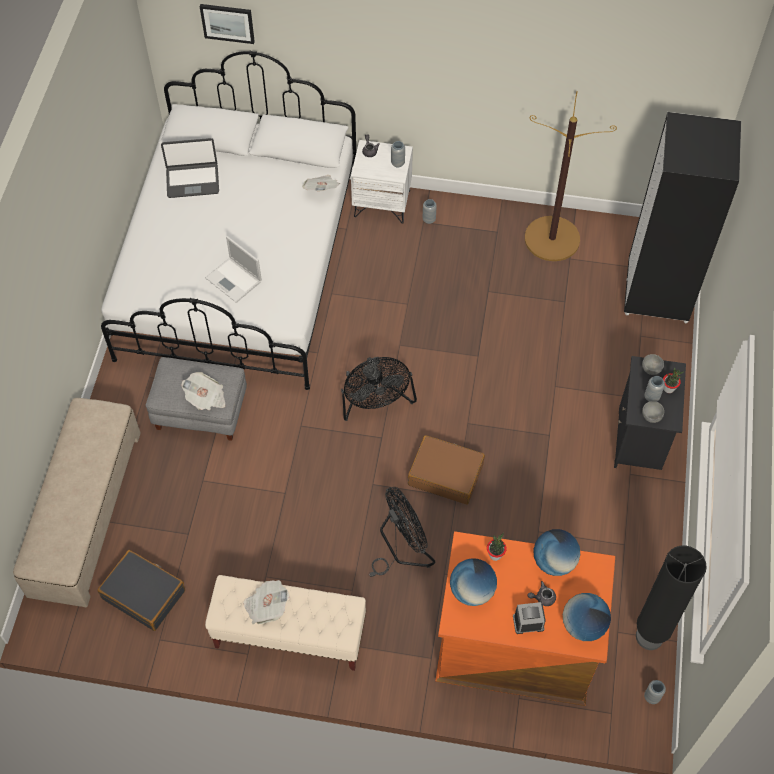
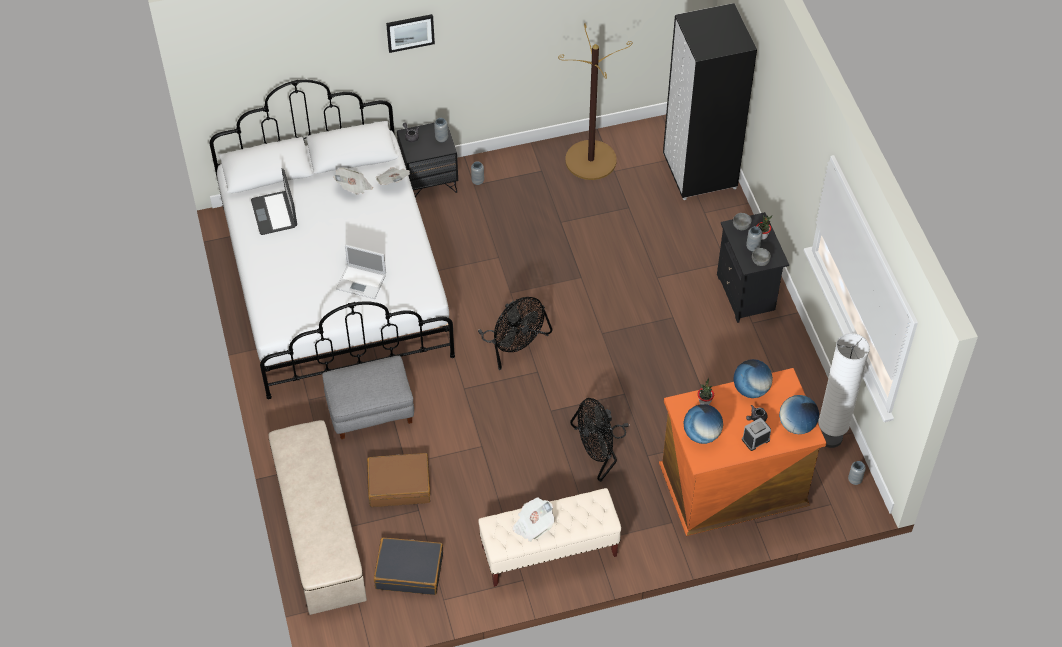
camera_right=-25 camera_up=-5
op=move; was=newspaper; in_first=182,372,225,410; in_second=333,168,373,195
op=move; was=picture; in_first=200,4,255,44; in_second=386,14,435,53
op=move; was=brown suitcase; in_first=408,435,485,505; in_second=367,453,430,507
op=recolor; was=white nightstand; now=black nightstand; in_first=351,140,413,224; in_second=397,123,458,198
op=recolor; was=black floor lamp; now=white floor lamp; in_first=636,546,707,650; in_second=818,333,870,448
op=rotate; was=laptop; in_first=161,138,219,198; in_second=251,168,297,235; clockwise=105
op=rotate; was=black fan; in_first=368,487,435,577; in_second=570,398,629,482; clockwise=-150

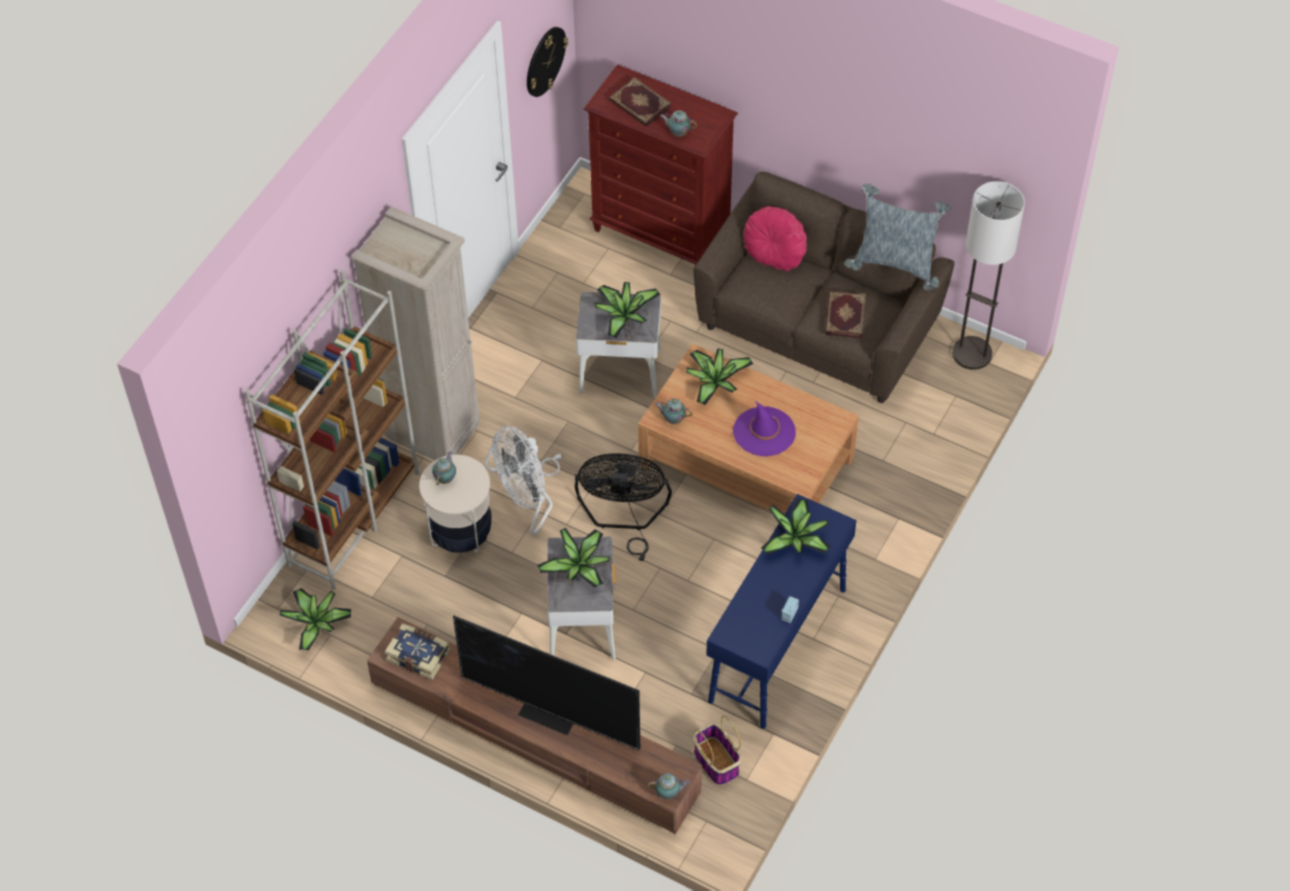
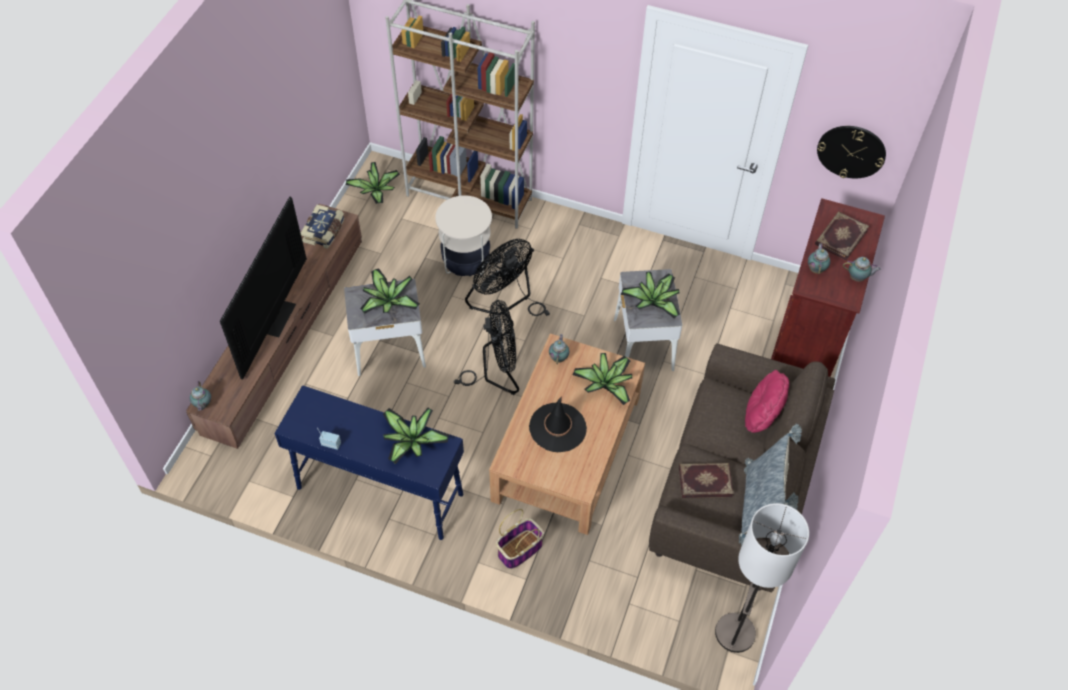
camera_right=80 camera_up=0
op=delete; was=beige cabinet; in_first=351,207,480,460
op=move; was=teapot; in_first=432,451,456,485; in_second=843,257,881,282
op=move; was=basket; in_first=693,716,741,785; in_second=496,509,544,569
op=recolor; was=white fan; now=black fan; in_first=484,426,563,536; in_second=465,239,550,316
op=recolor; was=purple hat; now=black hat; in_first=733,401,796,456; in_second=529,397,587,452

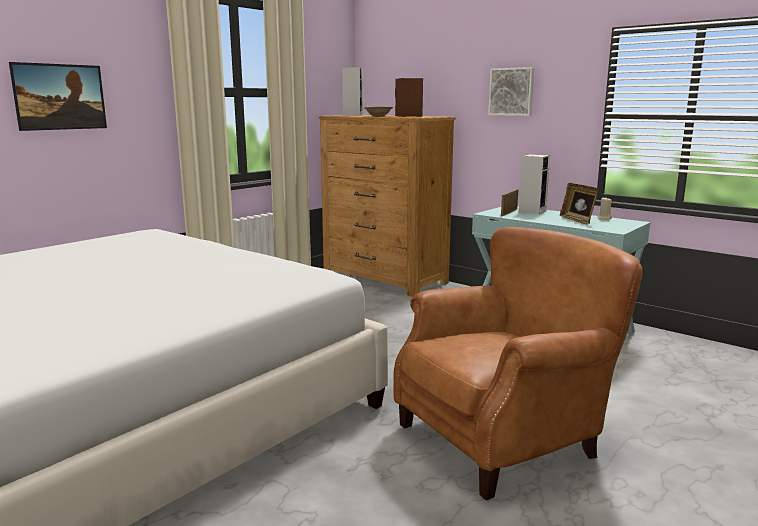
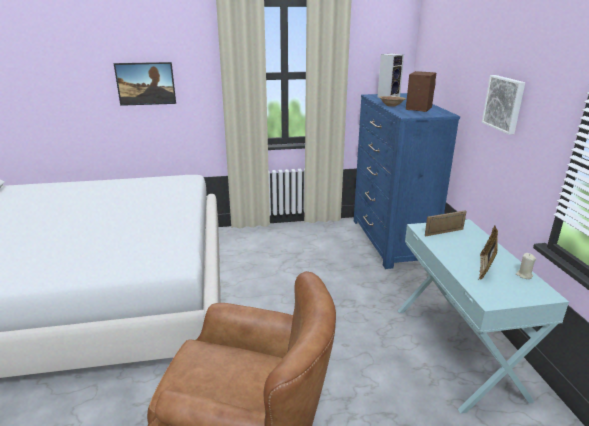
camera_right=40 camera_up=10
op=delete; was=speaker; in_first=519,154,550,214
op=recolor; was=brown dresser; now=blue dresser; in_first=319,115,456,297; in_second=354,93,460,269

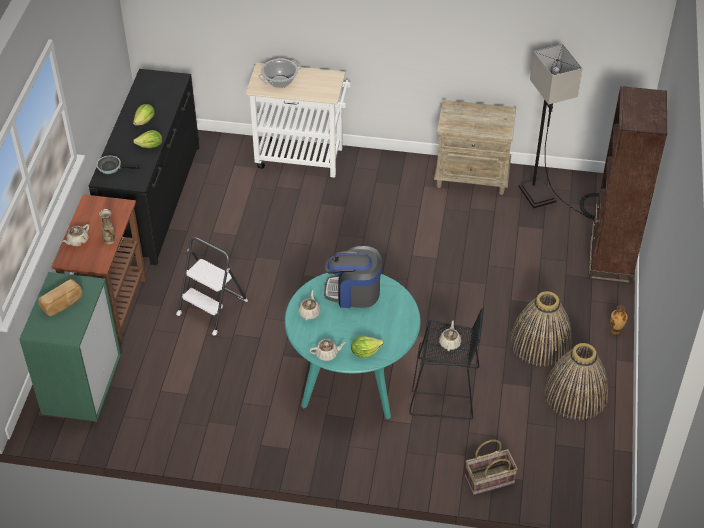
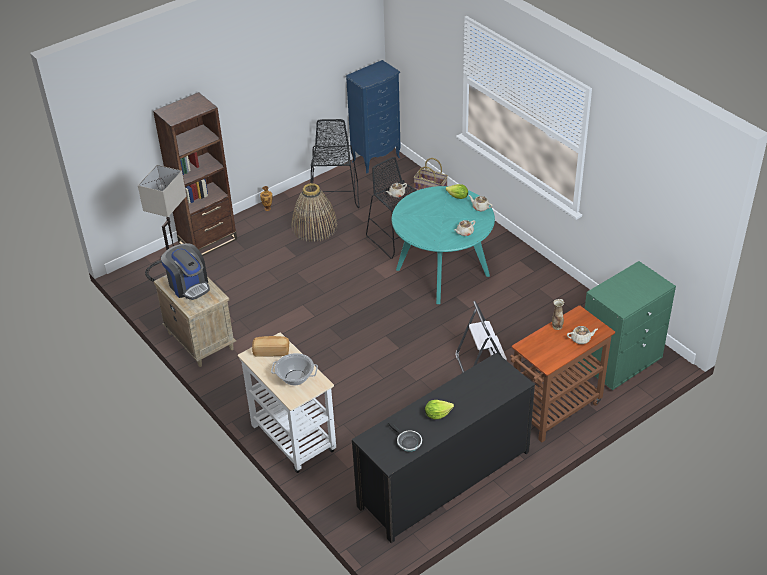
camera_right=-135 camera_up=-5
op=delete; was=lettuce; in_first=133,130,162,148
op=insert; now=blue dresser; in_second=345,60,400,174
op=move; was=bread; in_first=38,279,83,316; in_second=252,336,289,357
op=move; was=frying pan; in_first=96,155,140,174; in_second=388,422,422,452
op=move; was=coffee machine; in_first=324,246,382,308; in_second=161,243,210,300
op=replace; was=basket; now=black stool; in_first=544,343,608,420; in_second=309,119,359,208

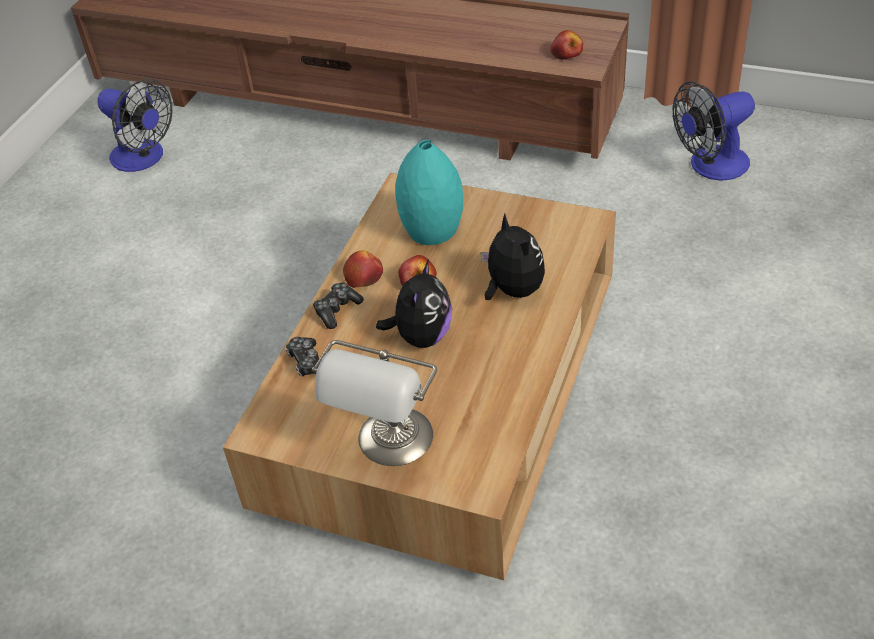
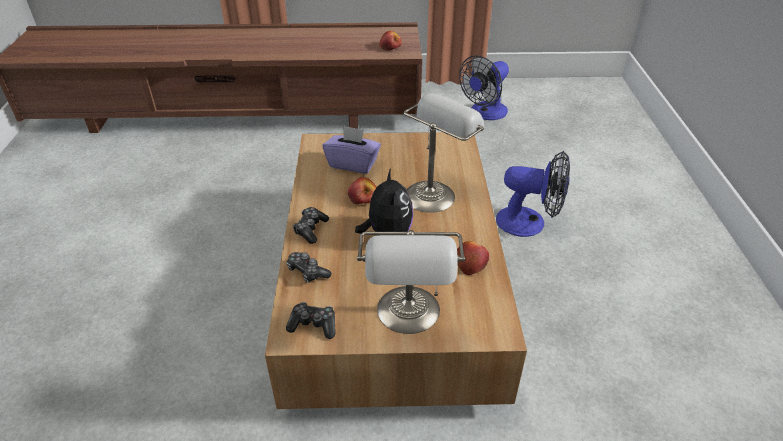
camera_right=-25 camera_up=-5
op=insert; now=game controller; in_second=286,302,336,339
op=move; was=fan; in_first=97,79,173,172; in_second=496,151,570,237
op=move; was=apple; in_first=343,251,383,288; in_second=457,241,489,275
op=replace; was=turquoise vase; now=purple tissue box; in_first=395,140,463,245; in_second=322,125,381,174
op=replace; was=plush toy; now=white table lamp; in_first=481,214,545,300; in_second=404,93,484,213

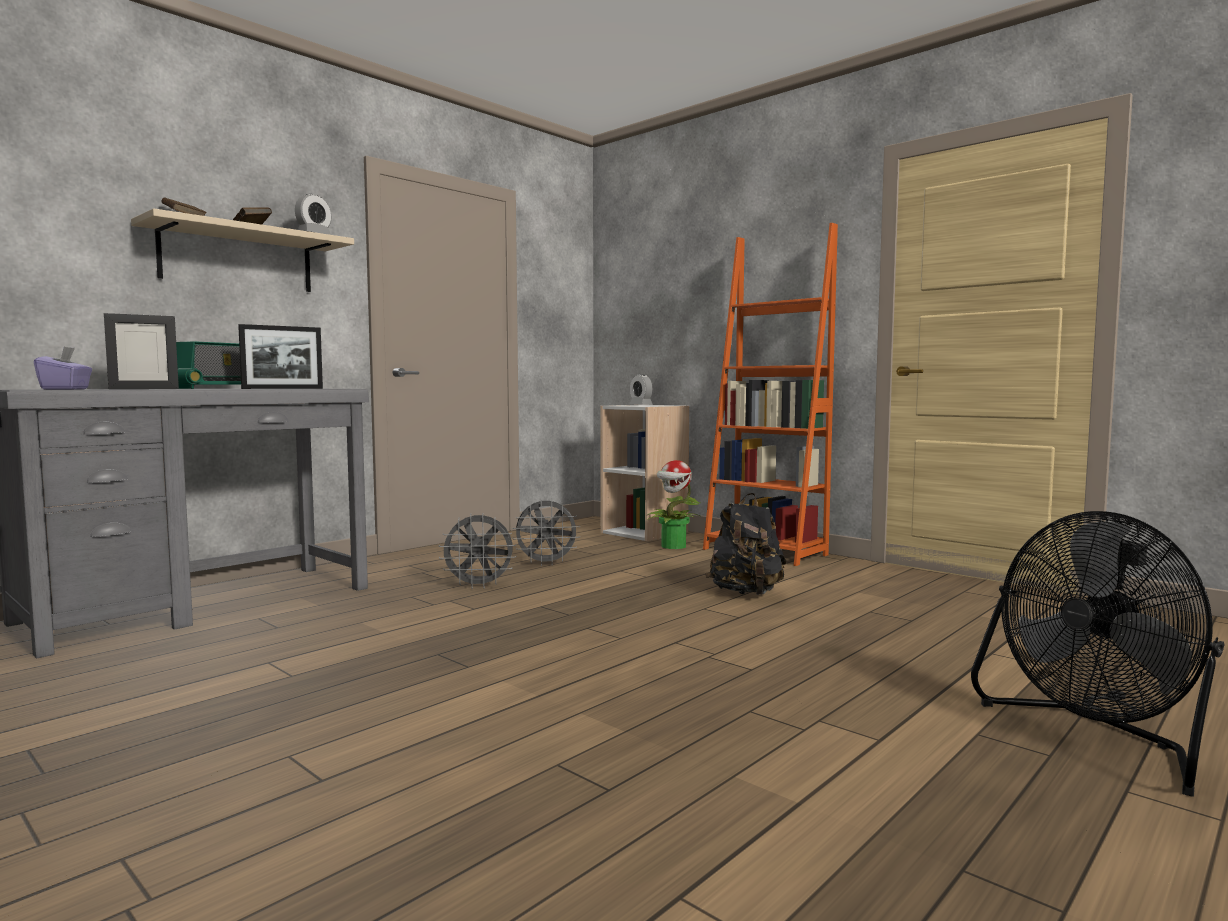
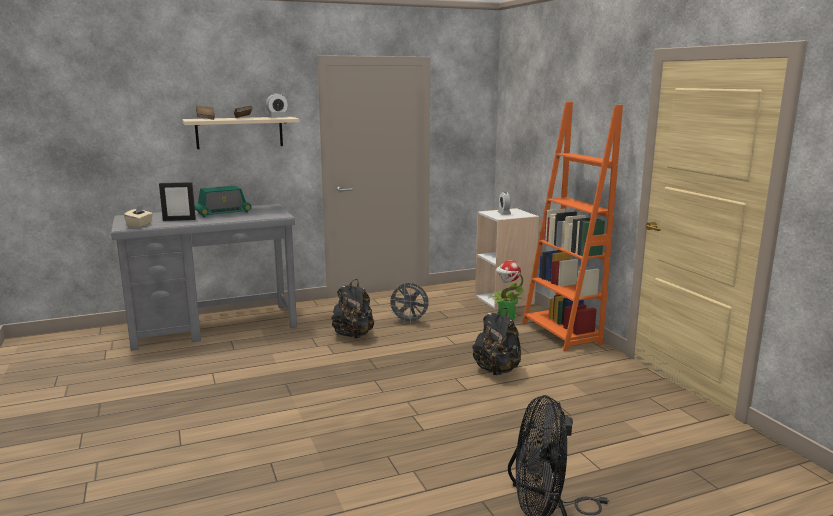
camera_right=25 camera_up=10
op=delete; was=picture frame; in_first=238,324,323,389
op=replace; was=grey fan; now=black backpack; in_first=439,513,516,589; in_second=331,279,374,339
op=recolor; was=purple tissue box; now=beige tissue box; in_first=34,346,92,390; in_second=124,205,153,228

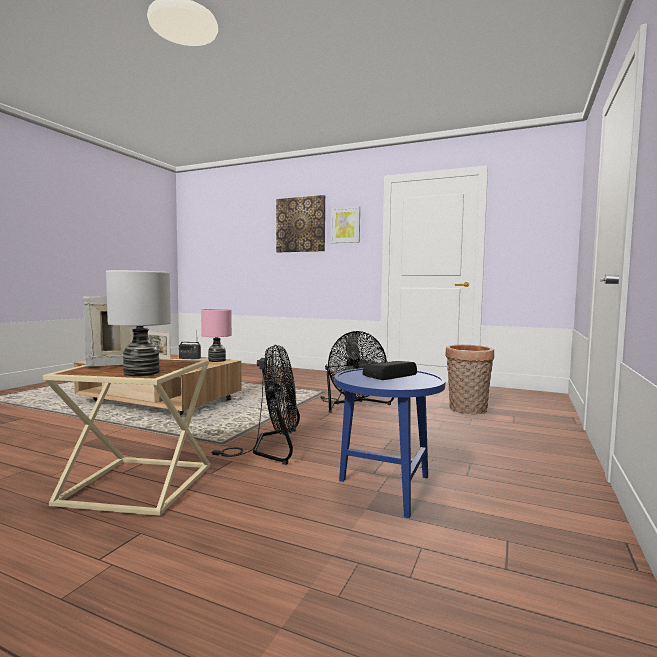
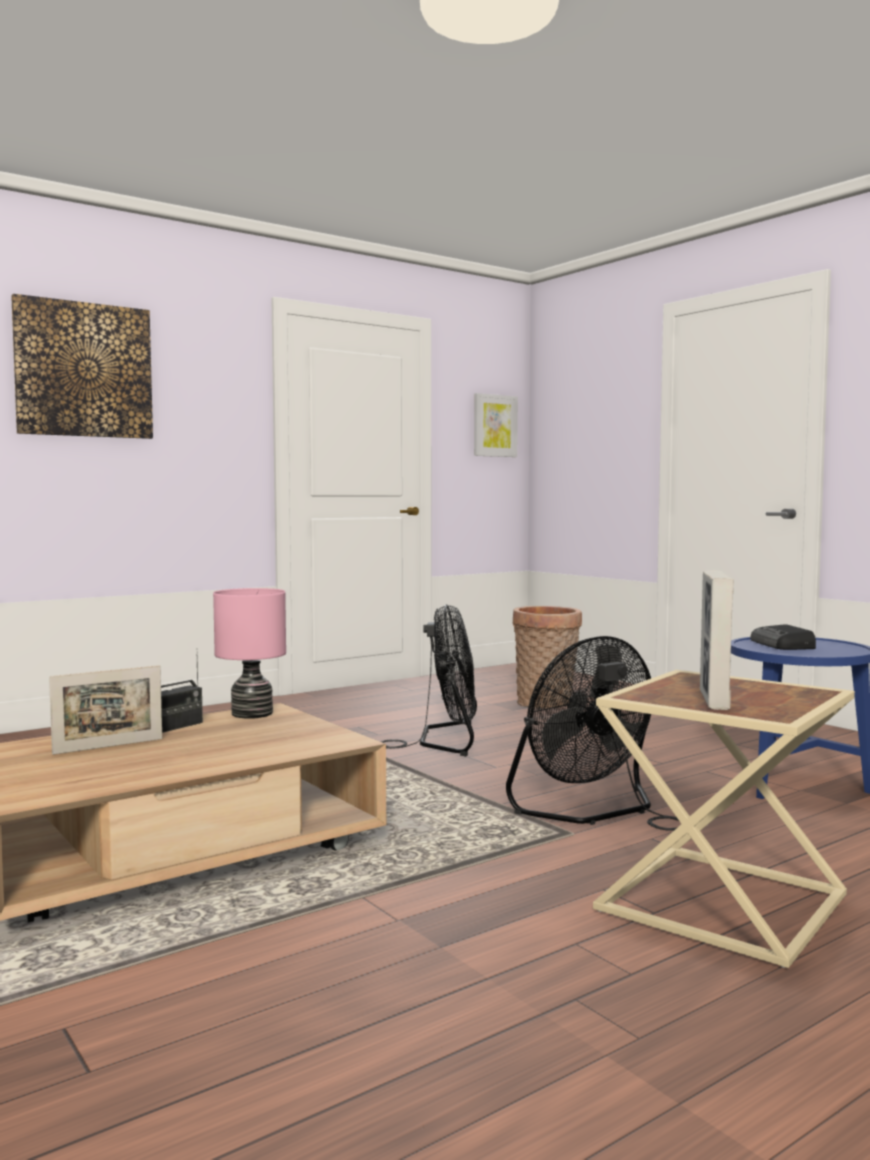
camera_right=-60 camera_up=0
op=delete; was=grey table lamp; in_first=106,270,171,376
op=move; was=picture; in_first=331,206,360,243; in_second=474,393,518,457
op=rotate; was=black fan; in_first=212,344,300,465; in_second=506,636,679,831; clockwise=-60

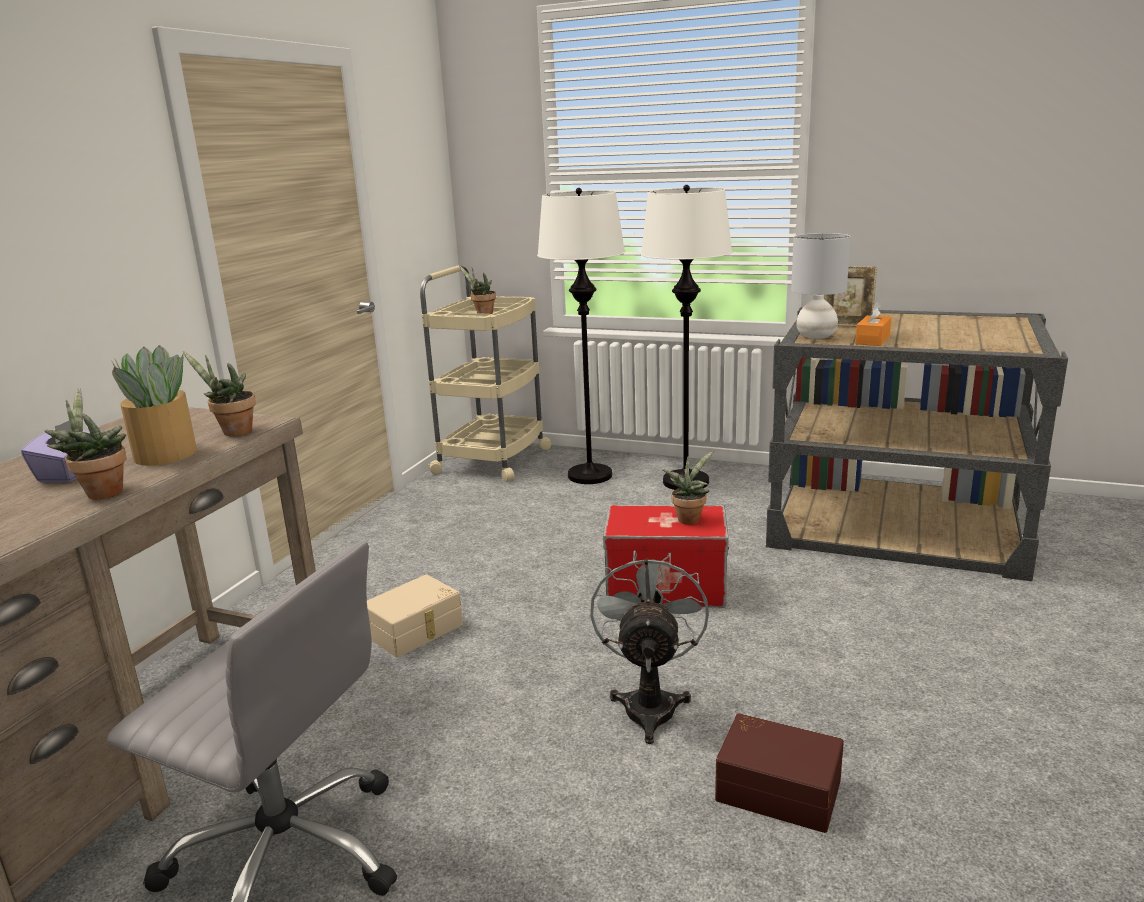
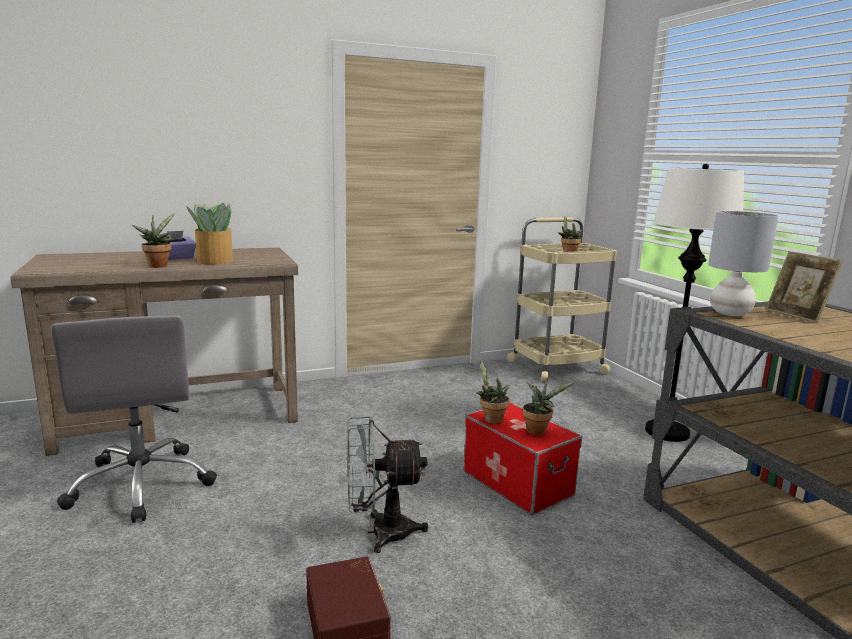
camera_right=45 camera_up=-5
op=delete; was=beige storage box; in_first=367,574,463,658
op=delete; was=white floor lamp; in_first=537,188,625,484
op=delete; was=orange tissue box; in_first=855,301,891,346
op=move; was=potted plant; in_first=183,351,256,436; in_second=476,360,510,424
op=rotate; was=grey fan; in_first=590,550,709,744; in_second=347,417,428,553; clockwise=-150

